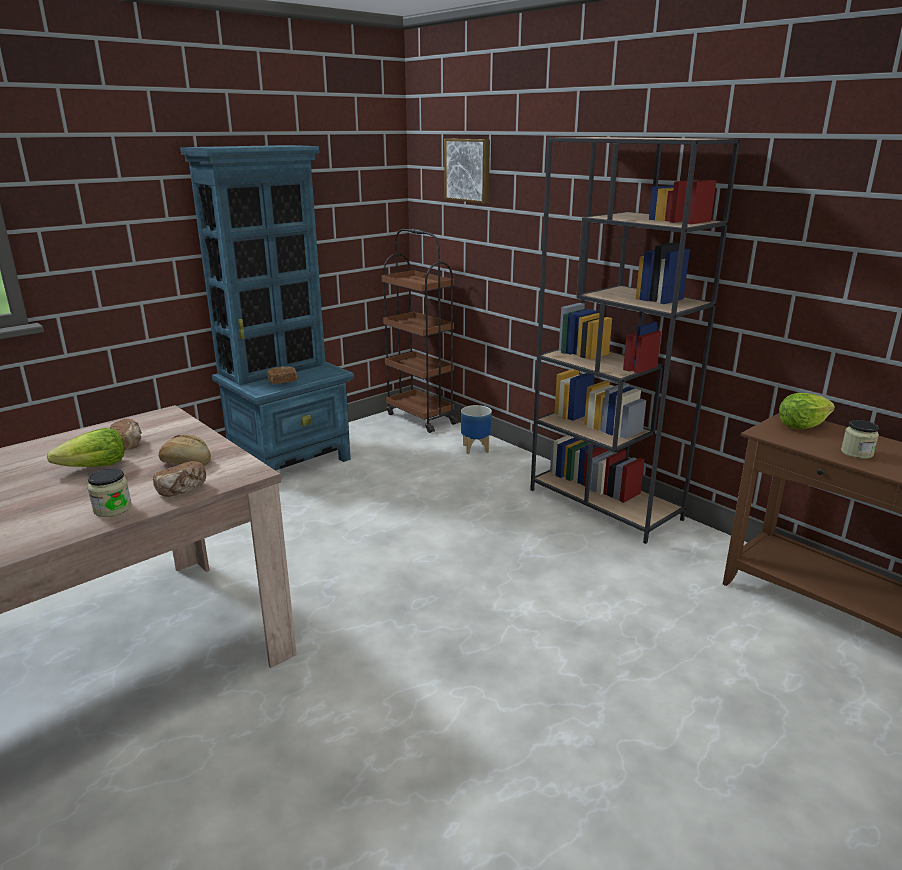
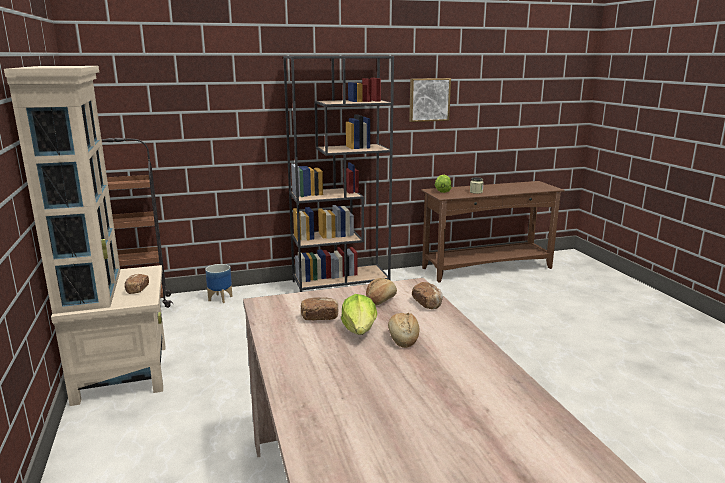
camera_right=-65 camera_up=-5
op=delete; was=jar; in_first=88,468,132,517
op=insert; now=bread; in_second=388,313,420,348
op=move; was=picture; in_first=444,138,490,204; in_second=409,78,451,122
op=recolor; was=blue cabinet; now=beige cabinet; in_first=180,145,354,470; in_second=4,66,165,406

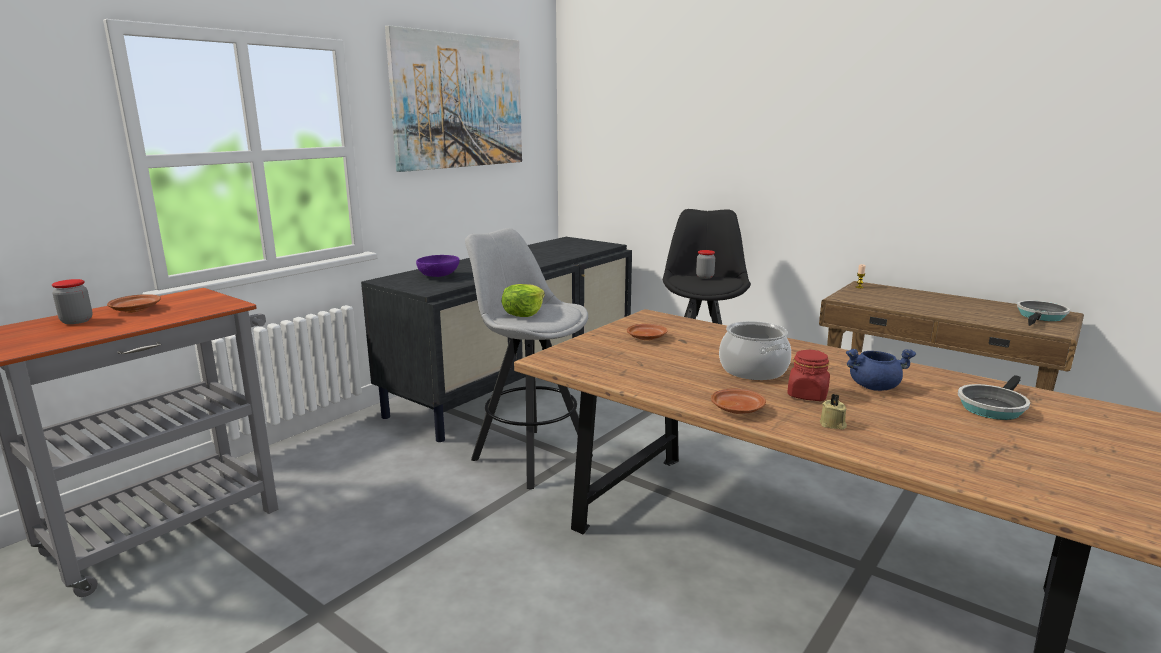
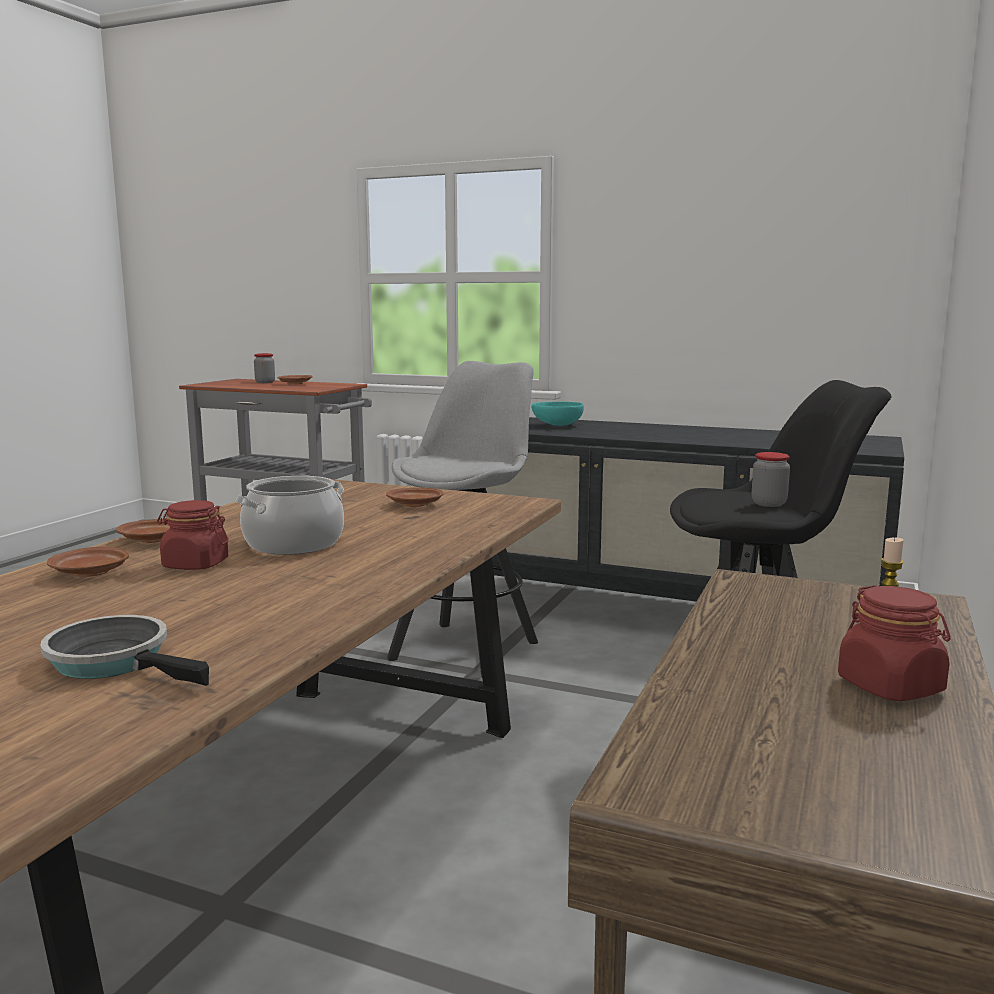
camera_right=75 camera_up=-5
op=delete; was=picture; in_first=385,25,522,172
op=delete; was=lettuce; in_first=501,284,545,317
op=delete; was=blue cooking pot; in_first=846,349,916,391
op=delete; was=frying pan; in_first=1017,301,1070,326
op=insert; now=red jar; in_second=838,585,951,701
op=replace; was=beige candle; now=brown plate; in_first=819,394,847,429; in_second=47,547,129,577
op=recolor; was=purple bowl; now=turquoise bowl; in_first=416,255,459,277; in_second=531,402,584,426

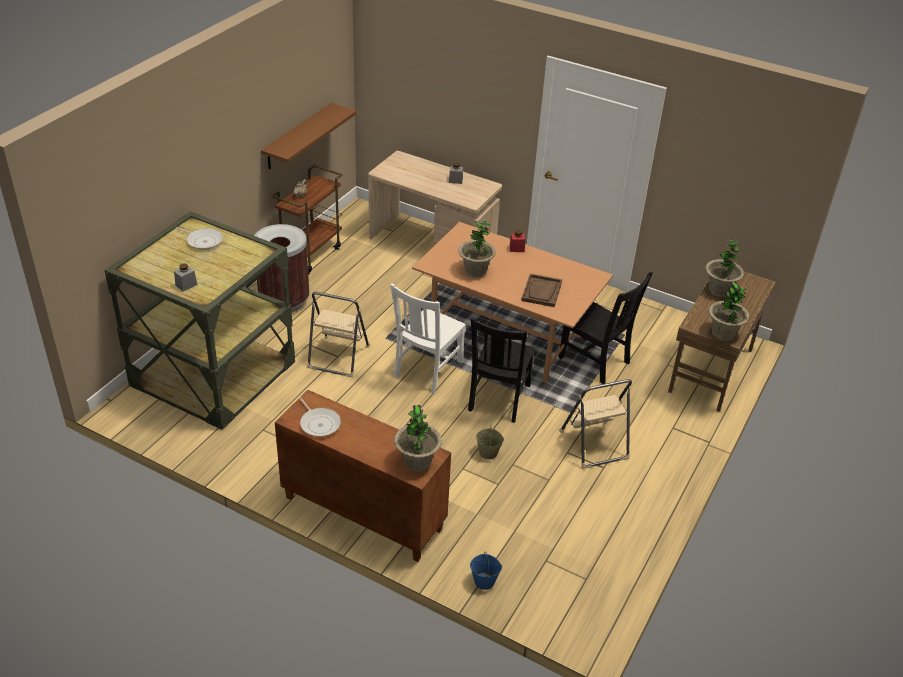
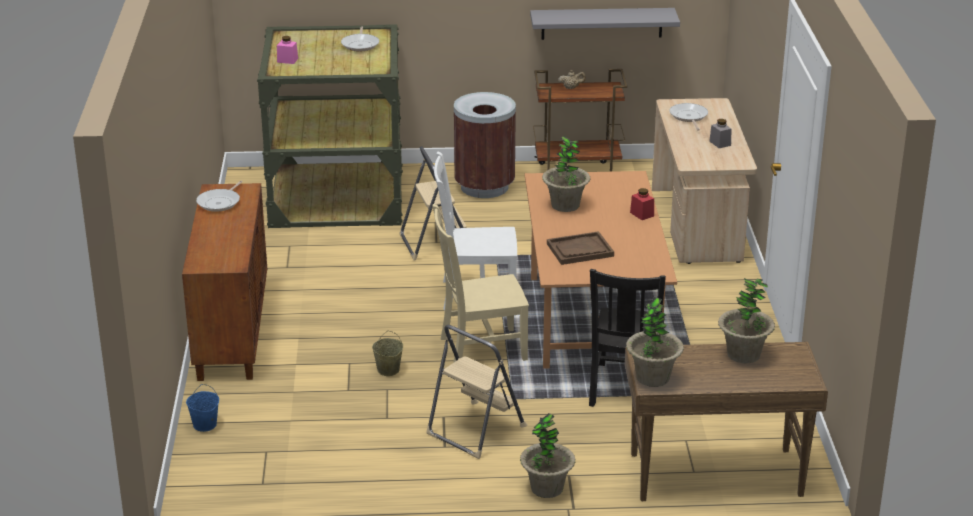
camera_right=60 camera_up=-10
op=insert; now=frying pan; in_second=669,103,708,131
op=move; was=potted plant; in_first=394,405,442,472; in_second=520,413,576,498
op=recolor; was=grey jar; now=pink jar; in_first=174,263,197,291; in_second=277,36,298,64
op=recolor; was=brown shelf; now=grey shelf; in_first=261,103,357,170; in_second=530,8,680,40
op=recolor; was=black chair; now=beige chair; in_first=468,318,535,423; in_second=433,204,529,363

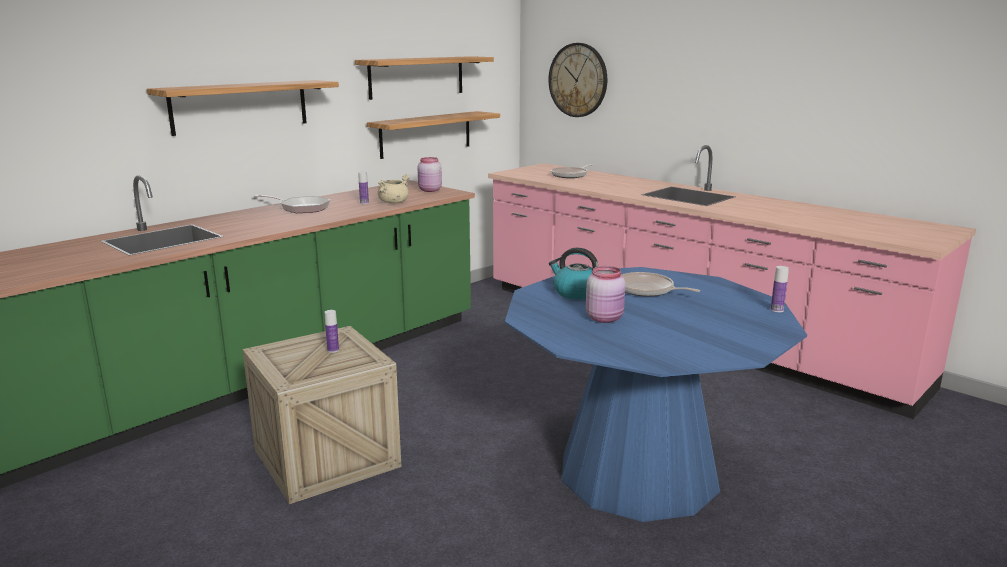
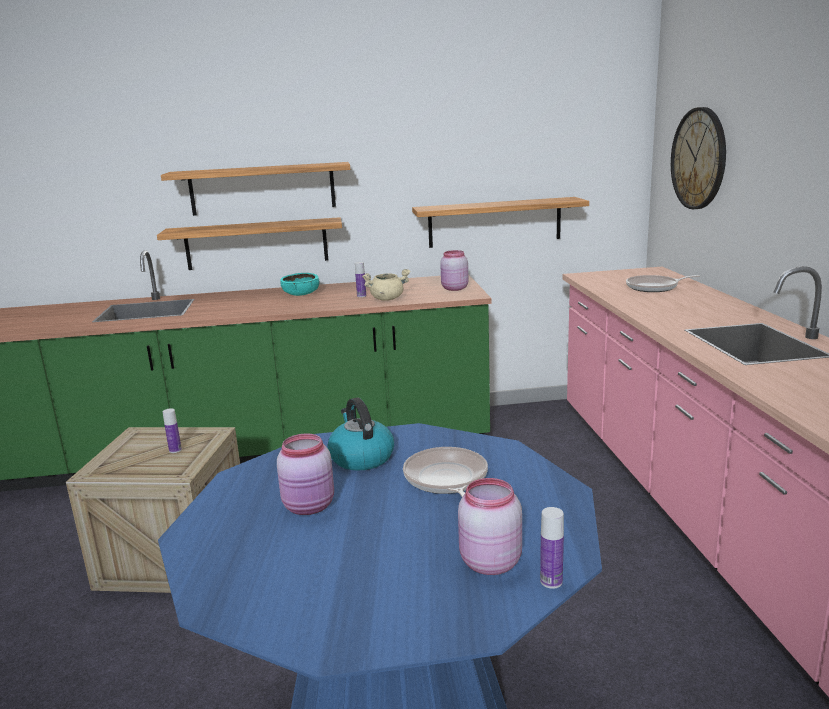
camera_right=40 camera_up=0
op=insert; now=pink jar; in_second=458,478,522,575
op=move; was=shelf; in_first=355,56,494,100; in_second=157,217,342,270
op=replace; was=frying pan; now=turquoise bowl; in_first=254,195,330,213; in_second=280,273,319,296

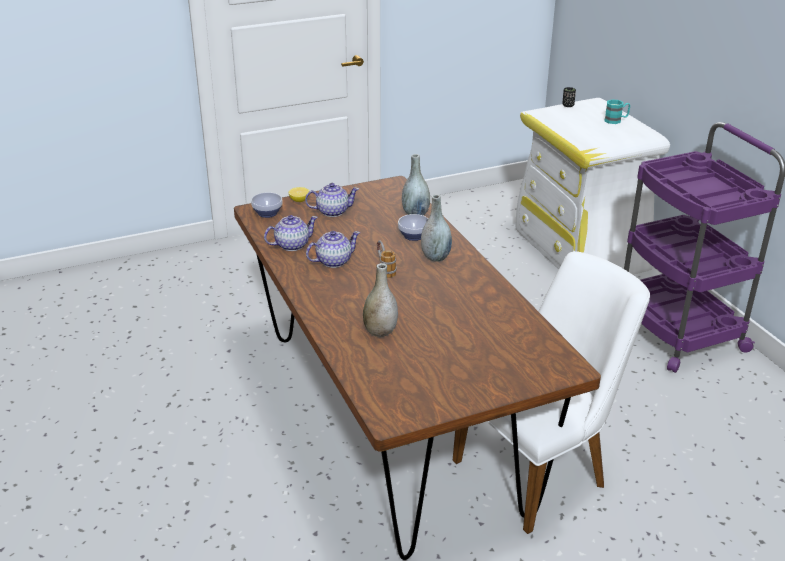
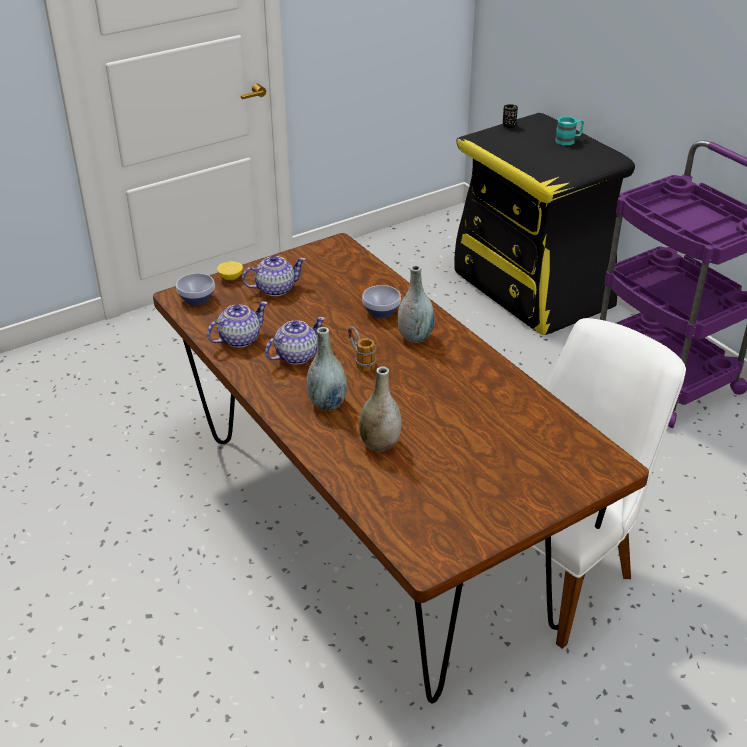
camera_right=-10 camera_up=5
op=move; was=grey vase; in_first=402,154,430,216; in_second=307,327,347,411
op=recolor; was=white nightstand; now=black nightstand; in_first=515,98,670,275; in_second=454,113,635,335

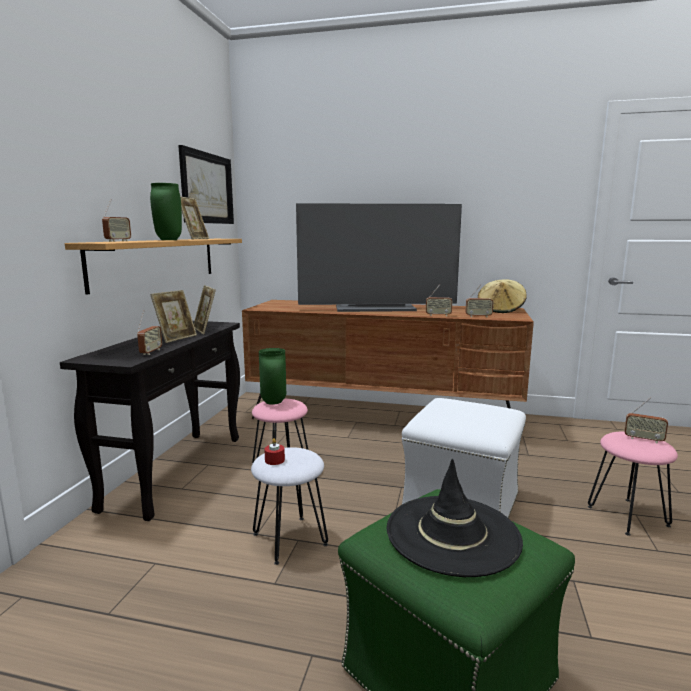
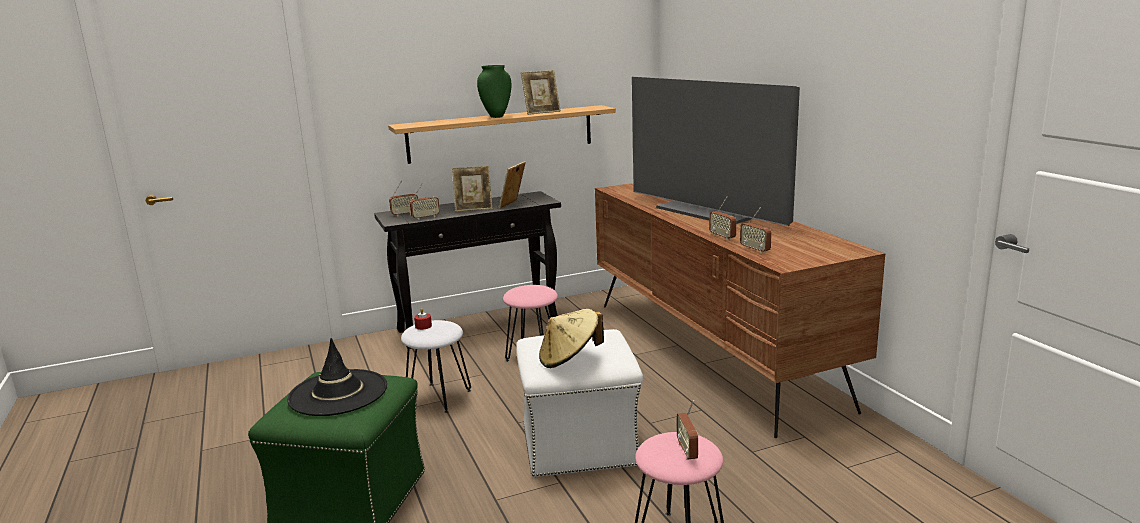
camera_right=55 camera_up=5
op=delete; was=picture; in_first=178,145,234,224
op=delete; was=green vase; in_first=259,348,286,405
op=move; was=radio; in_first=102,199,131,242; in_second=389,181,418,216
op=move; was=beige hat; in_first=478,279,527,313; in_second=539,309,604,368

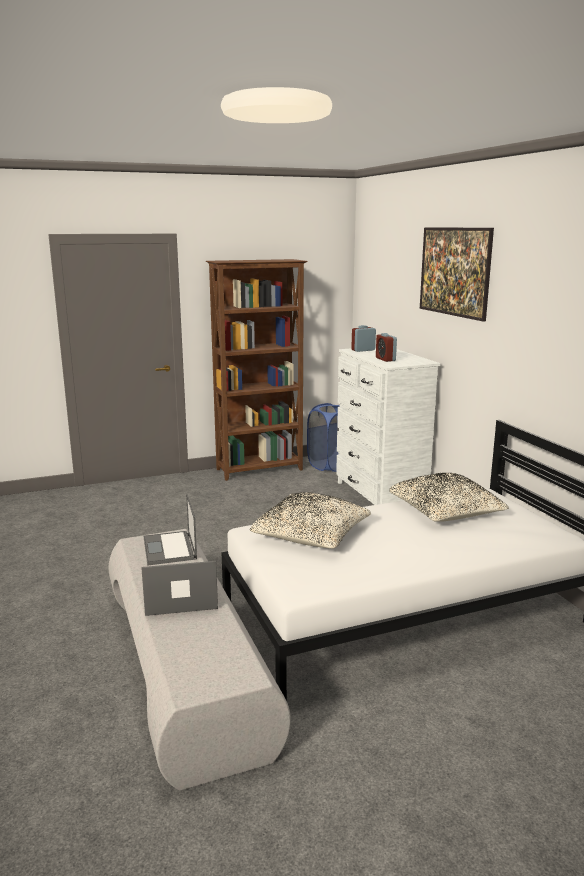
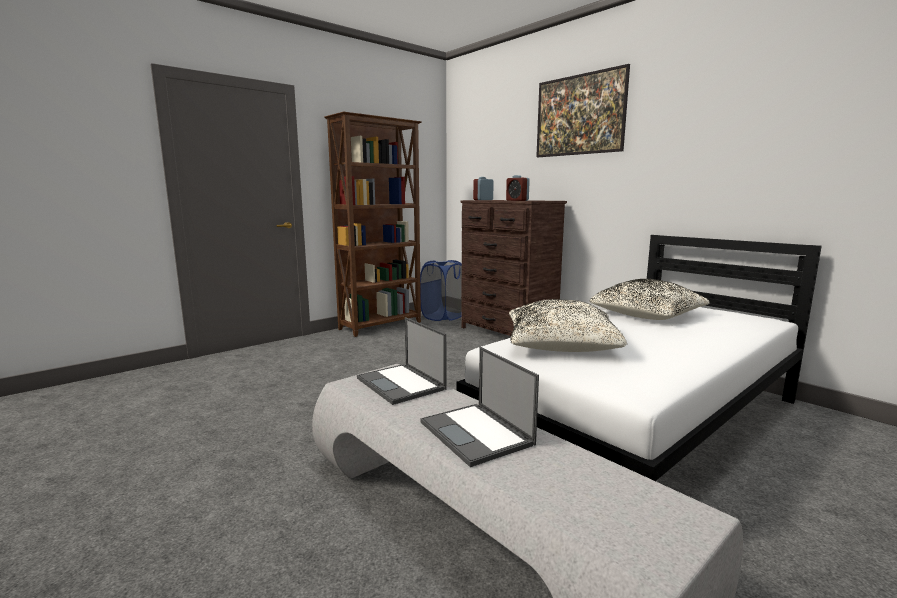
camera_right=-20 camera_up=-5
op=recolor; was=white dresser; now=brown dresser; in_first=336,347,441,505; in_second=460,200,567,336
op=rotate; was=laptop; in_first=141,561,218,616; in_second=421,347,539,467; clockwise=-90

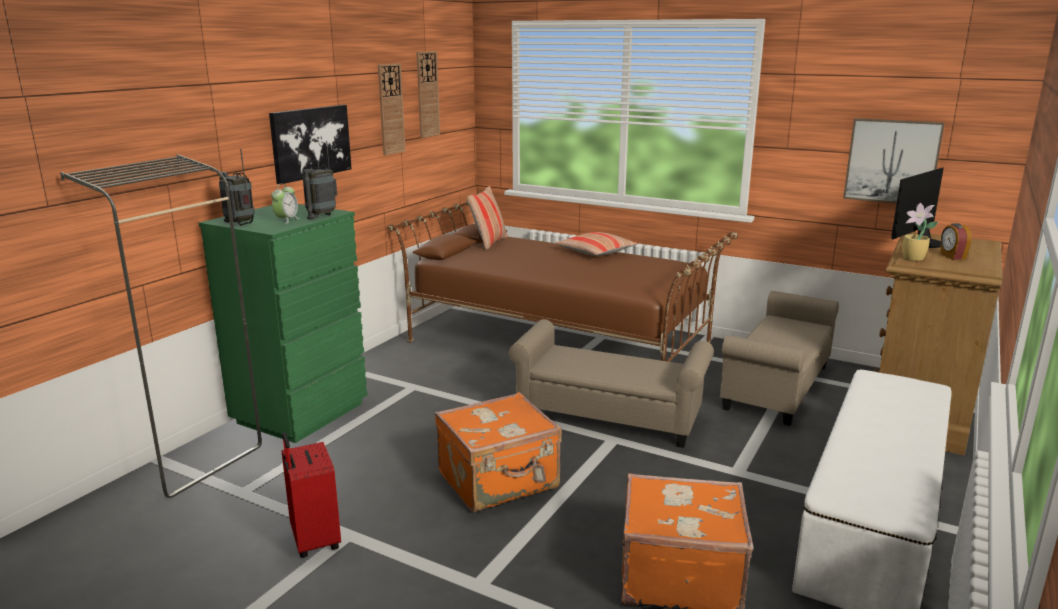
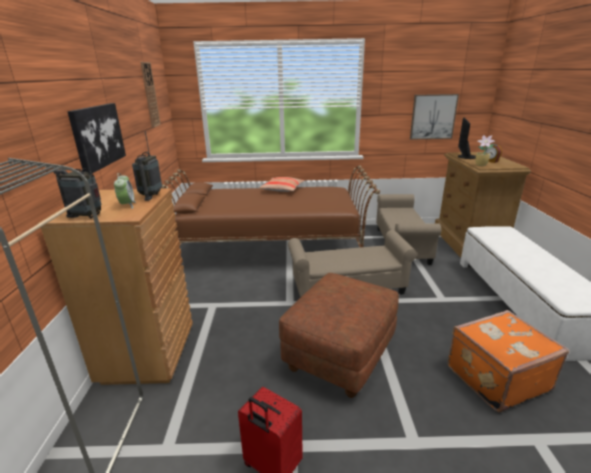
camera_right=-30 camera_up=5
op=delete; was=wall clock; in_first=378,63,405,155
op=delete; was=pillow; in_first=467,186,508,250
op=replace; was=orange suitcase; now=brown ottoman; in_first=435,392,562,512; in_second=279,273,399,398
op=recolor; was=green dresser; now=brown dresser; in_first=199,204,368,443; in_second=38,188,193,385

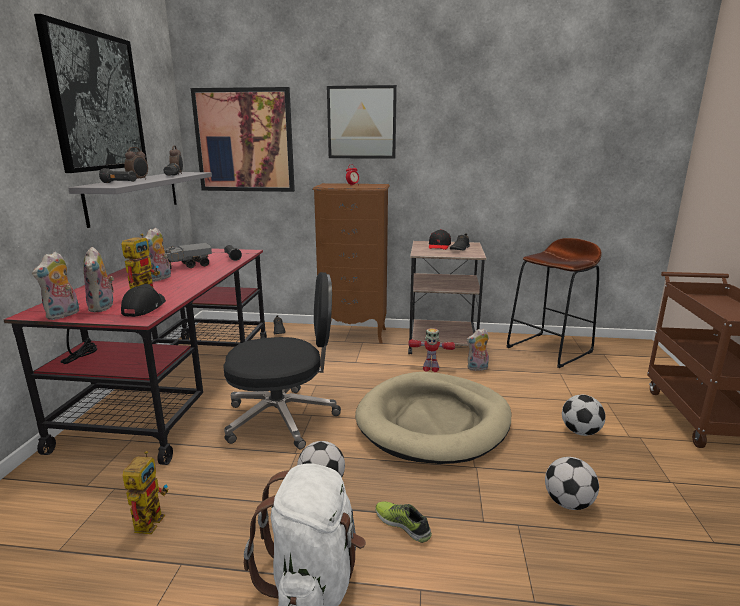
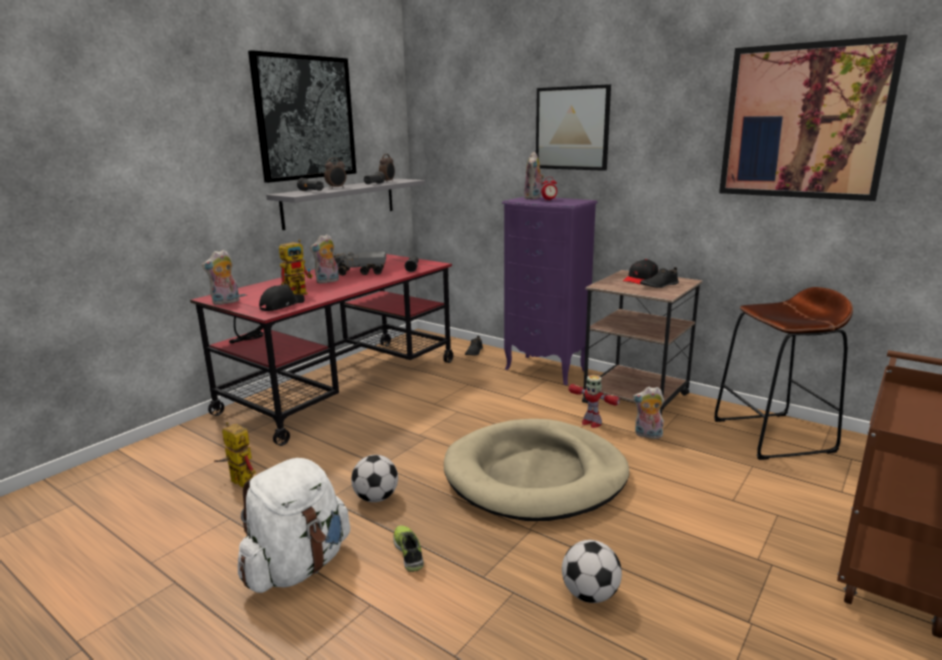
camera_right=30 camera_up=0
op=delete; was=black office chair; in_first=223,272,341,449
op=delete; was=football; in_first=562,395,605,436
op=move; was=plush toy; in_first=83,247,114,312; in_second=524,152,544,199
op=move; was=picture; in_first=191,87,295,192; in_second=719,35,908,201
op=recolor; was=brown dresser; now=purple dresser; in_first=312,183,390,344; in_second=502,197,598,385
op=rotate; was=toy robot; in_first=122,451,168,534; in_second=214,422,256,488; clockwise=-90

